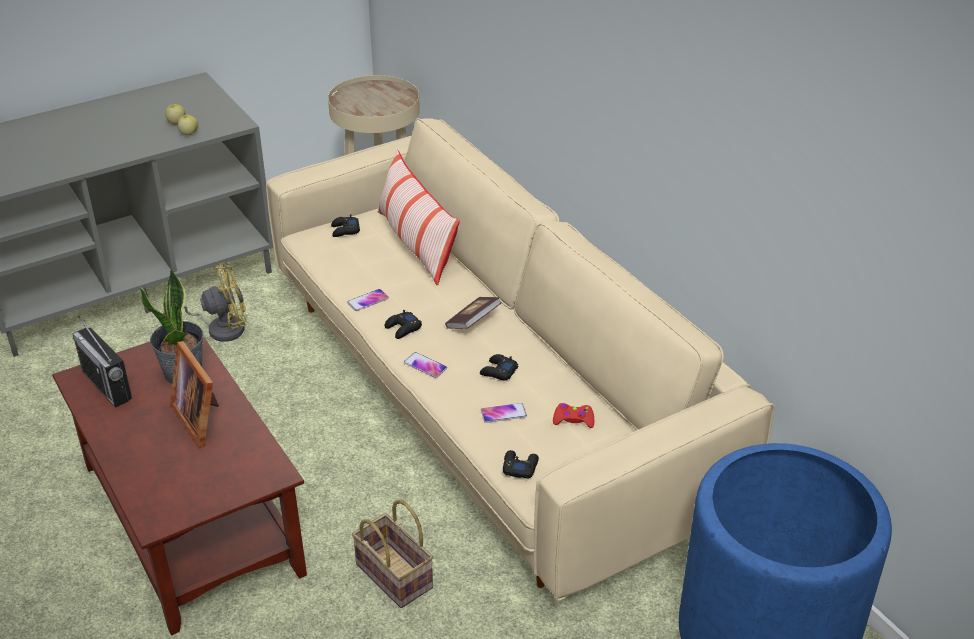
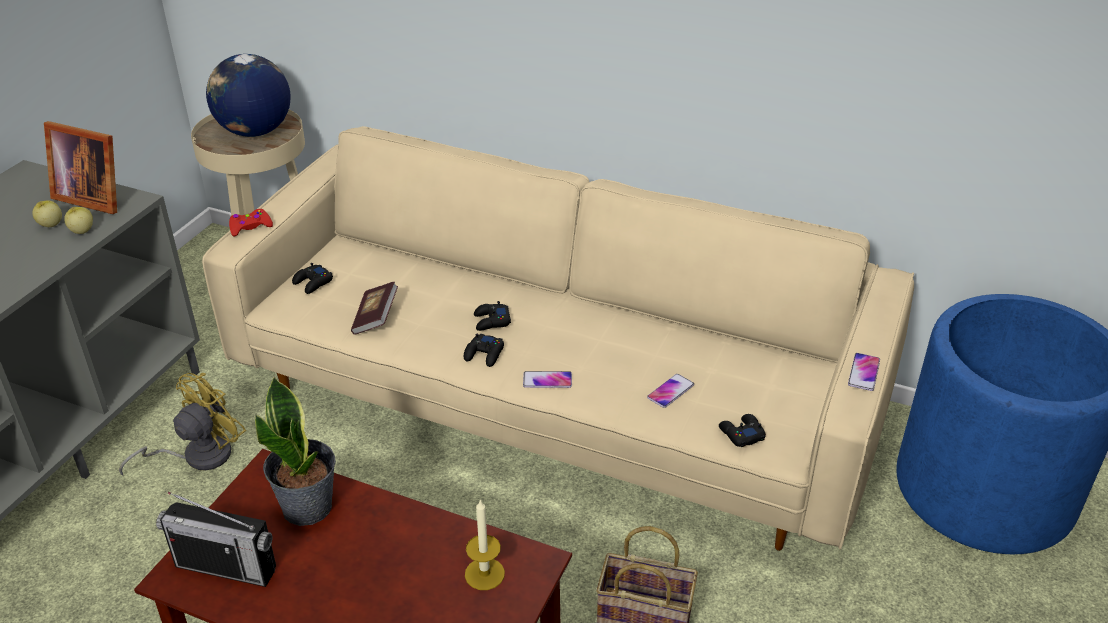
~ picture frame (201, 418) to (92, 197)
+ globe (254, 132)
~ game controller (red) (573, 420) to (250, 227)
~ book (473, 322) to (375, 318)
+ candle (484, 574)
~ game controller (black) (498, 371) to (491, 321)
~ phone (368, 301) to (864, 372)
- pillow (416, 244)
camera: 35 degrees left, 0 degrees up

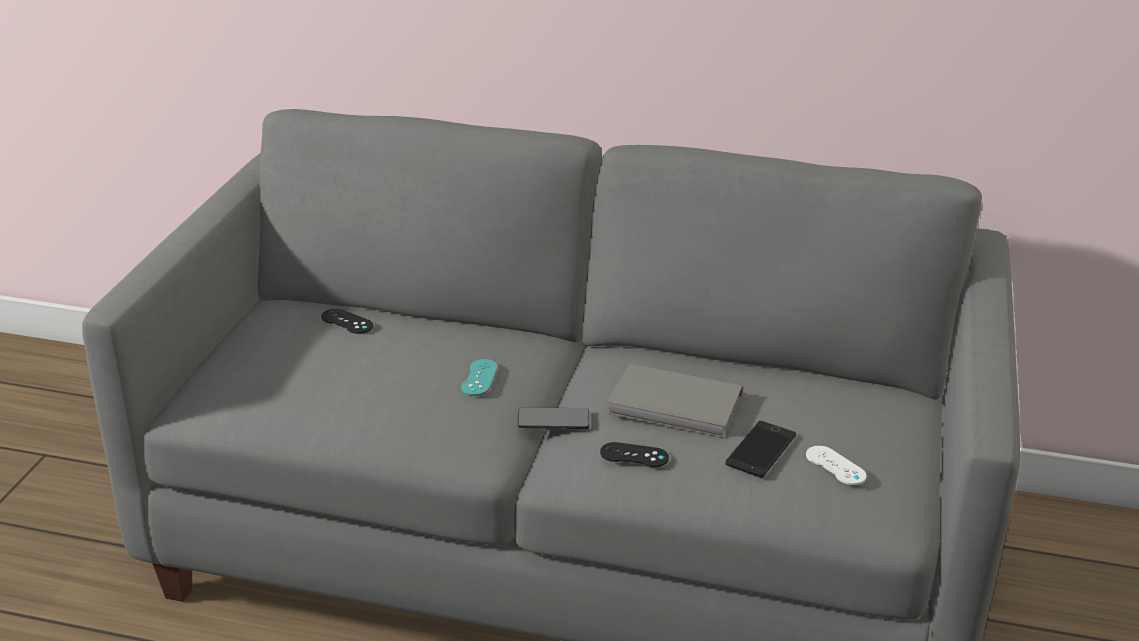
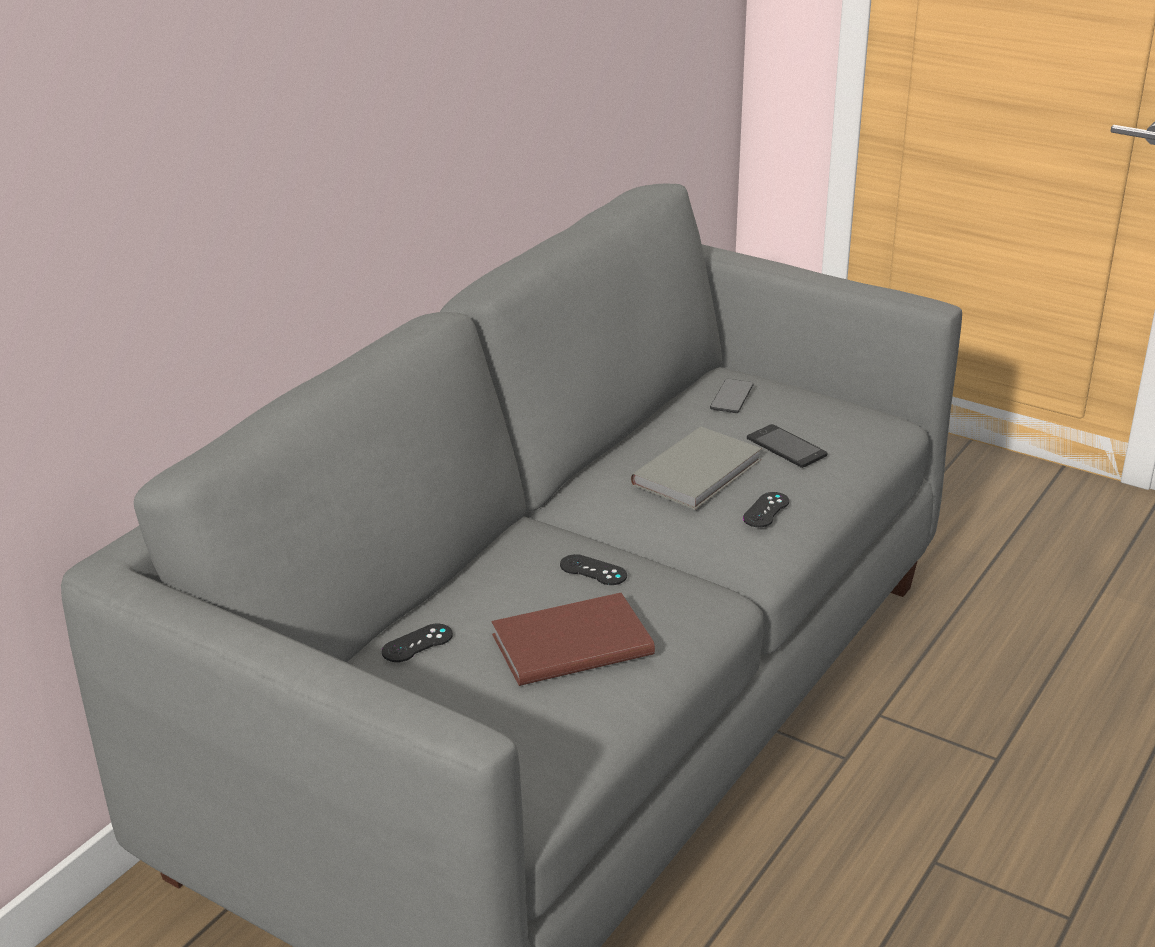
+ book (brown) (569, 643)
~ game controller (turquoise) (479, 378) to game controller (black) (593, 570)
~ phone (553, 420) to (732, 397)
- game controller (white) (835, 466)
camera: 70 degrees left, 0 degrees up

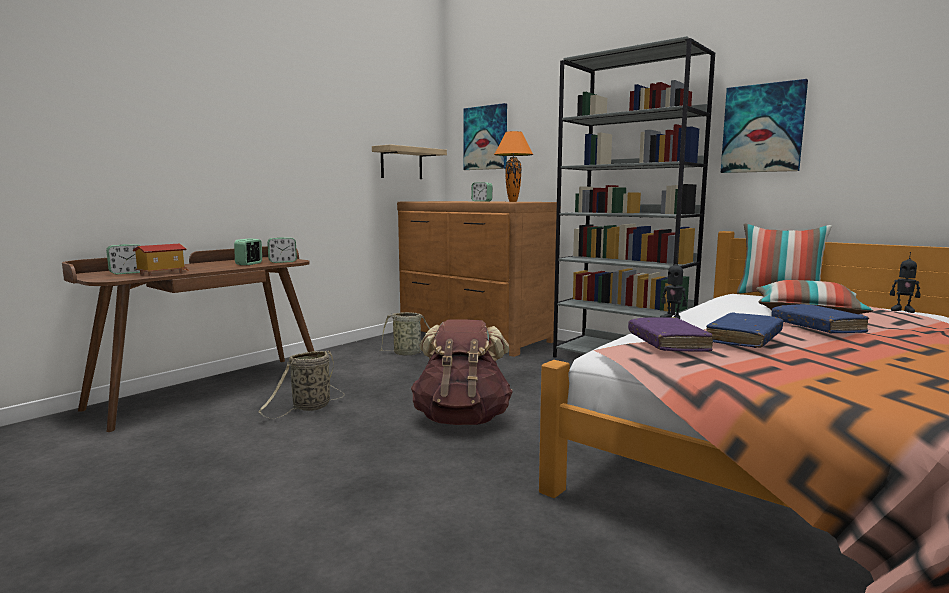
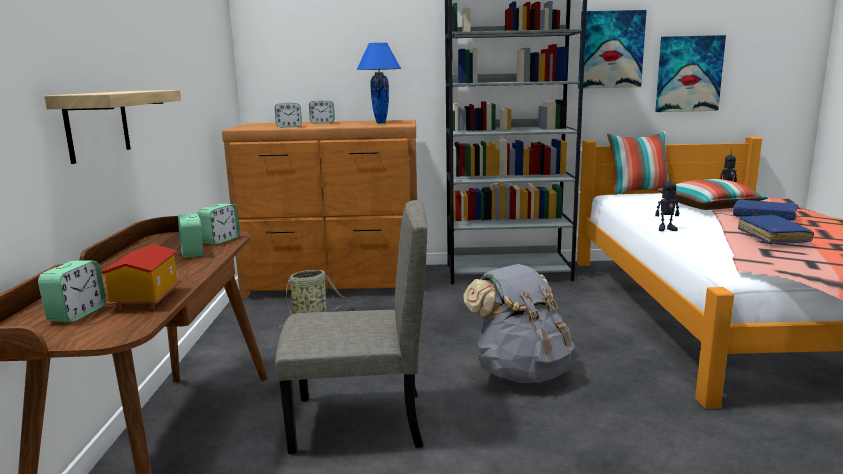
~ shelf (401, 163) to (97, 124)
+ alarm clock (289, 126)
~ basket (309, 408) to chair (beige) (358, 422)
~ table lamp (orange) (512, 201) to table lamp (blue) (380, 123)
~ backpack (brown) (462, 419) to backpack (grey) (521, 372)
~ picture (486, 138) to (688, 74)
- book (purple) (667, 343)
camera: 40 degrees left, 5 degrees up

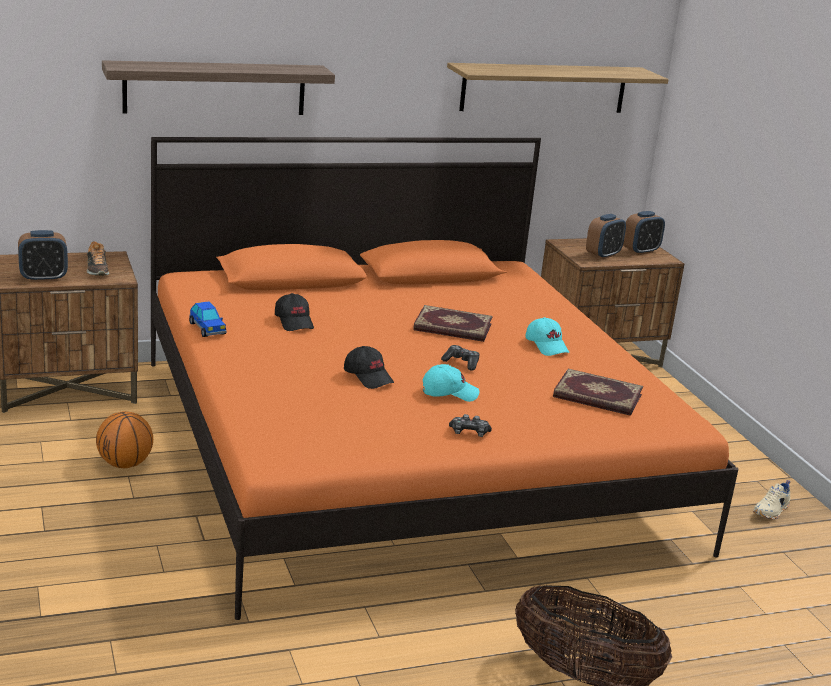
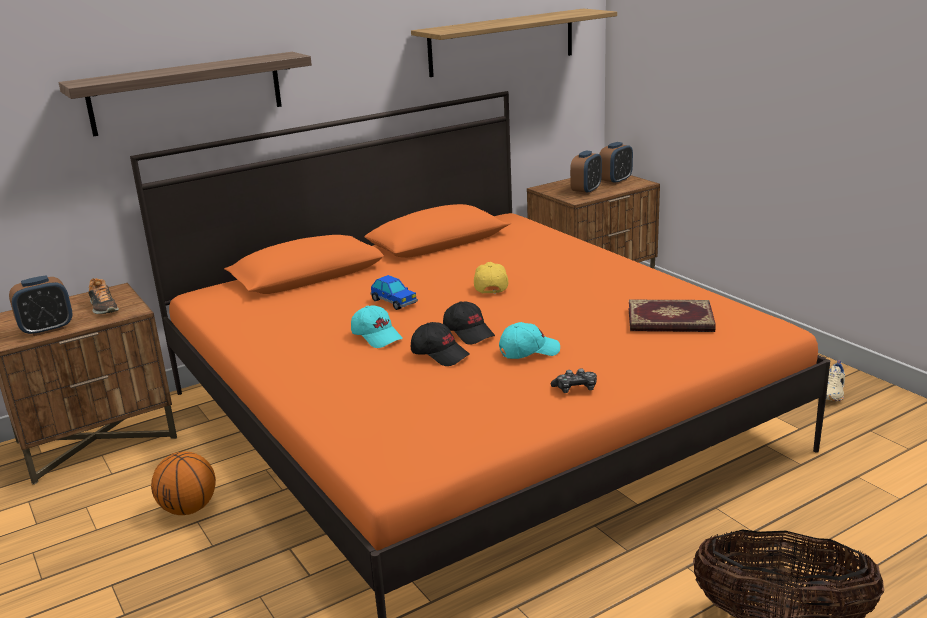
~ cap (turquoise) (547, 346) to (377, 336)
~ toy car (207, 329) to (394, 302)
~ cap (black) (294, 322) to (469, 332)
~ book (452, 328) to cap (yellow) (490, 286)
- game controller (461, 363)
camera: 10 degrees left, 0 degrees up

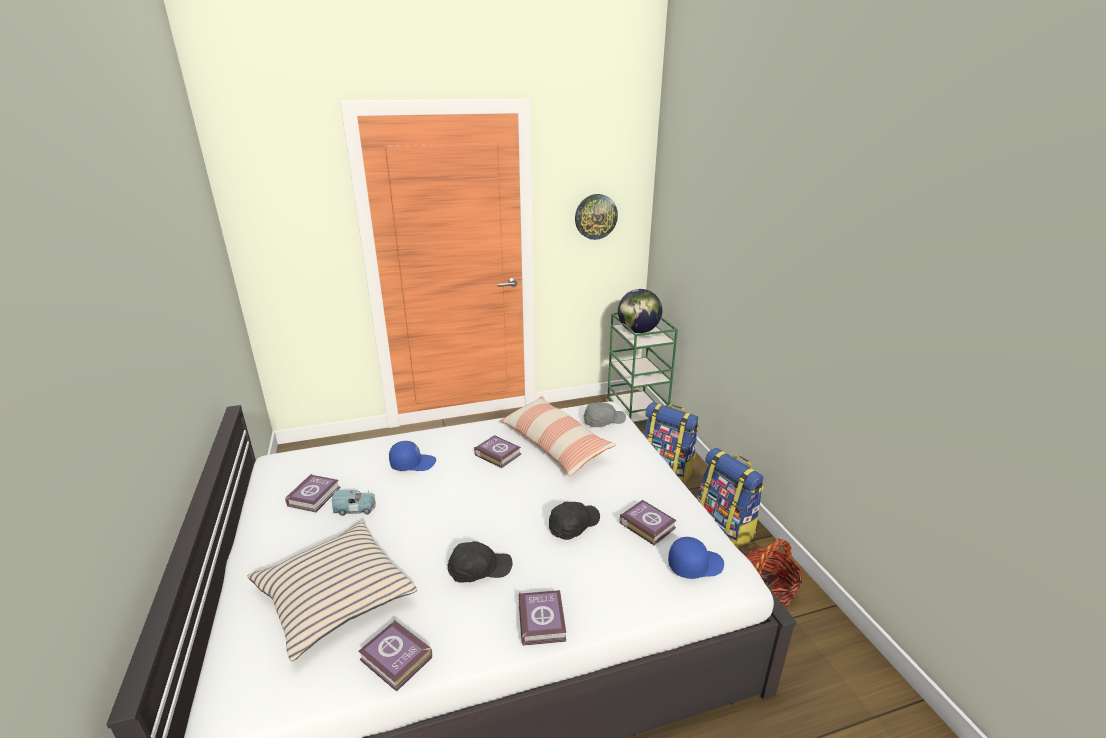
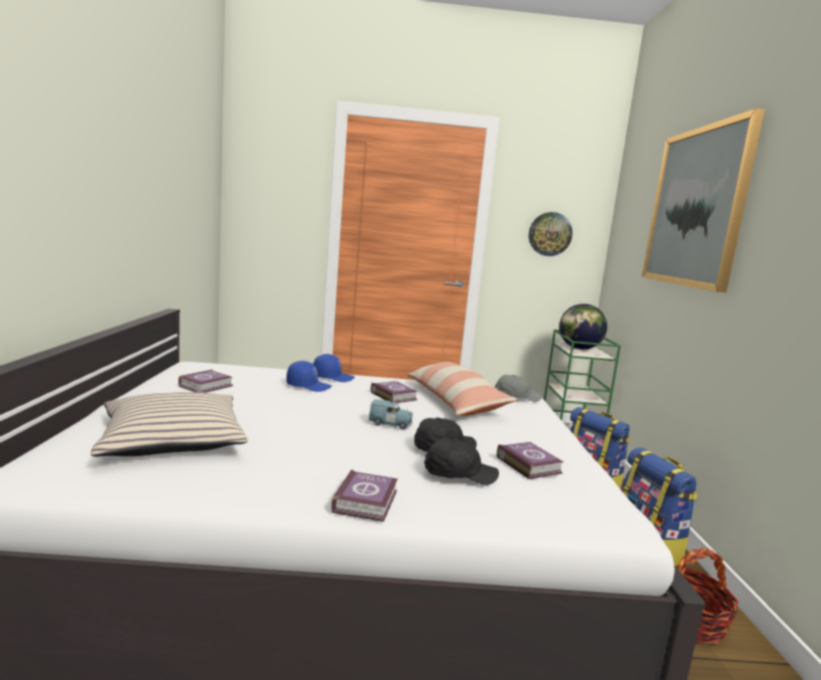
~ cap (blue) (695, 564) to (333, 377)
~ toy car (blue) (355, 509) to (390, 424)
~ cap (black) (479, 569) to (458, 474)
+ picture (696, 207)
- book (396, 660)
camera: 15 degrees right, 15 degrees down

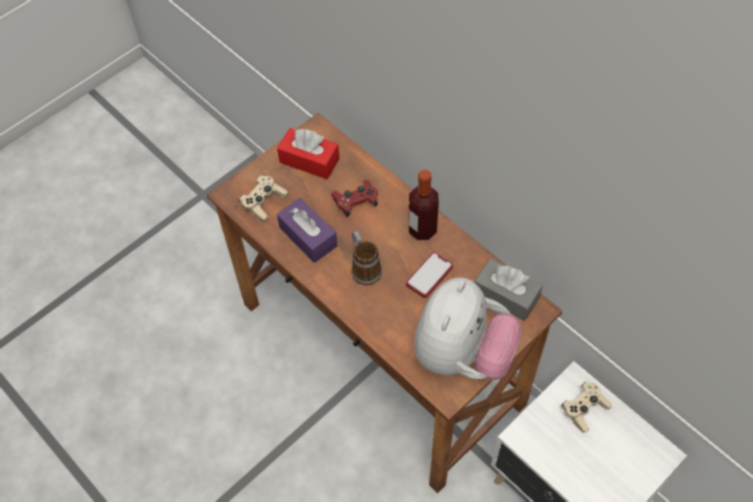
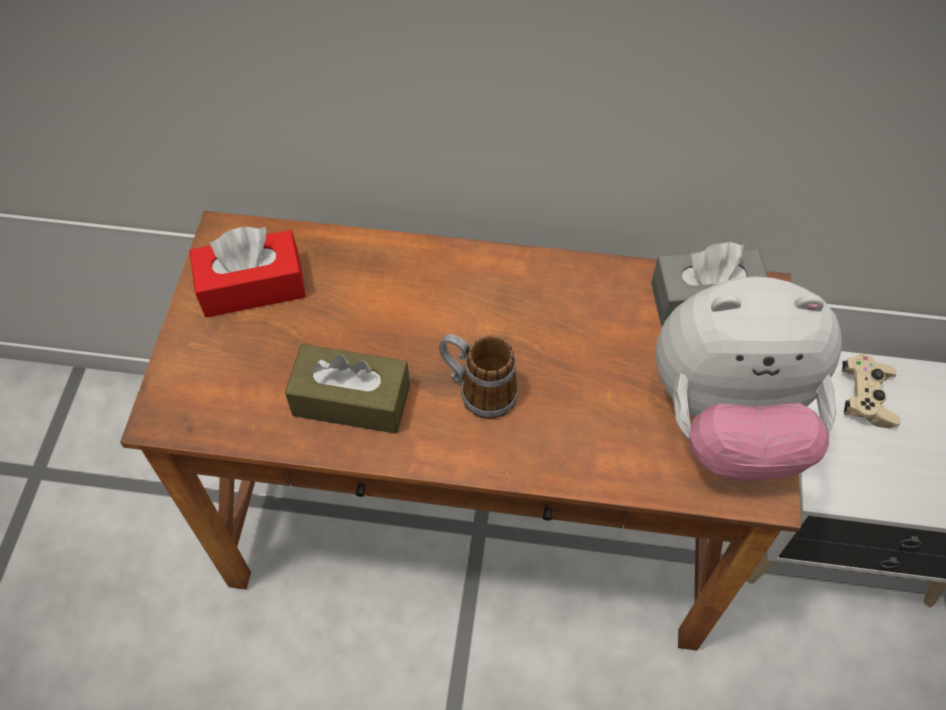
~ tissue box (purple) (308, 236) to tissue box (brown) (351, 400)
~ plush toy (462, 354) = (728, 420) 105 degrees clockwise
- game controller (beige) (264, 202)
- game controller (red) (356, 202)
- phone (429, 275)
- bottle (422, 229)
camera: 40 degrees left, 0 degrees up

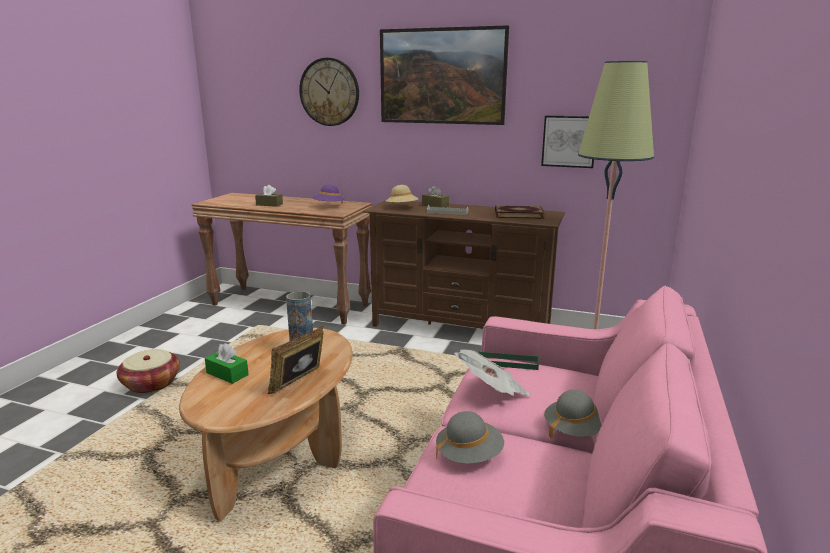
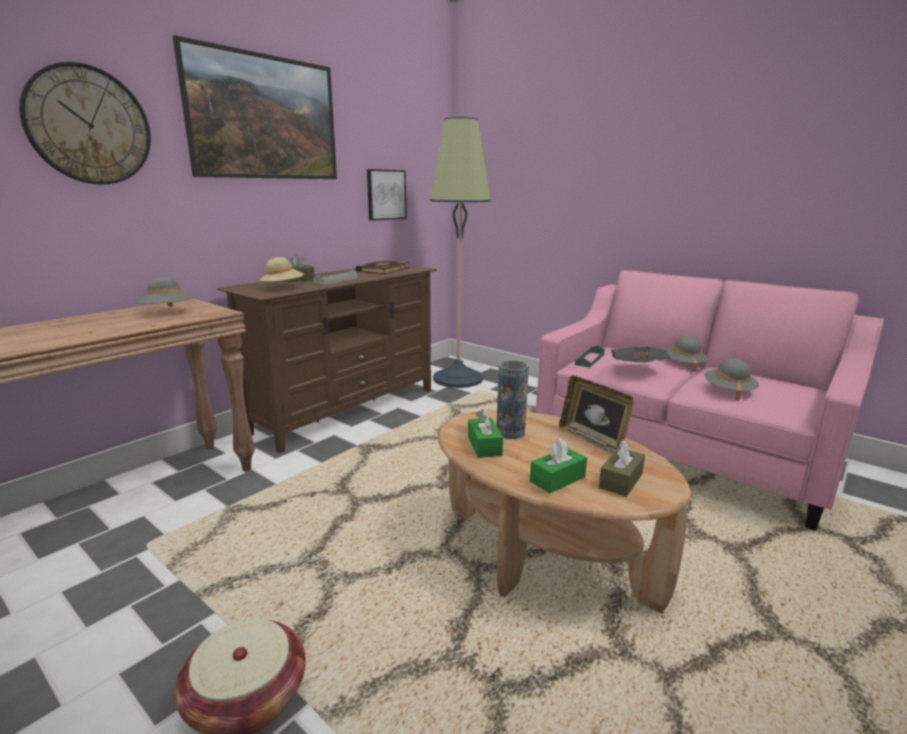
~ hat (purple) (329, 206) to hat (grey) (167, 312)
+ tissue box (green) (484, 446)
~ tissue box (brown) (269, 204) to (621, 481)
camera: 70 degrees left, 0 degrees up

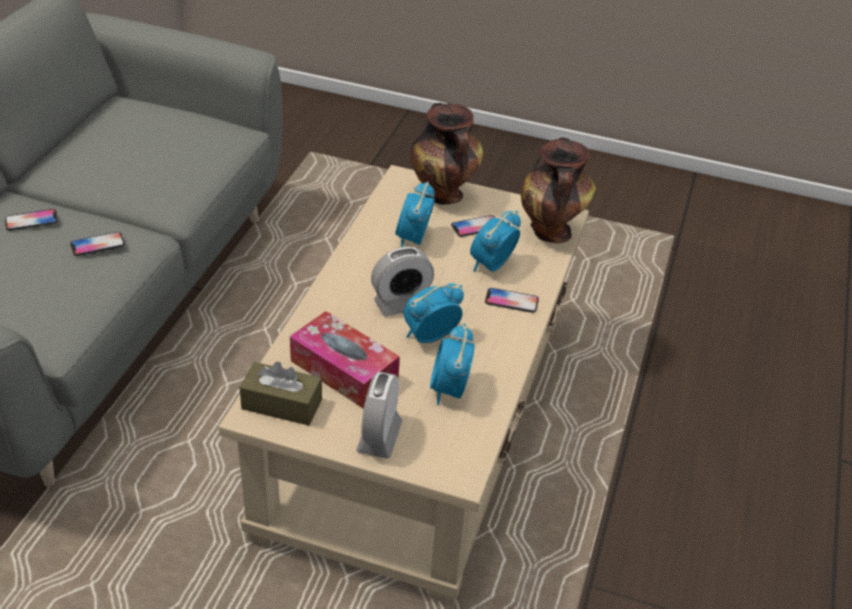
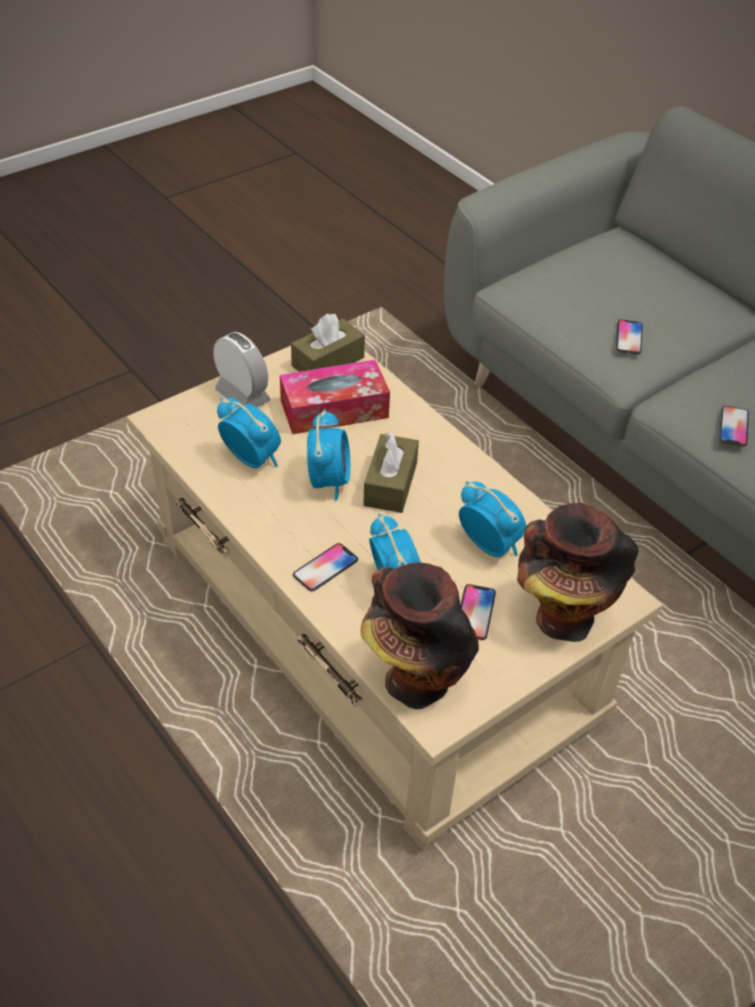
~ alarm clock (401, 304) to tissue box (brown) (390, 484)
~ phone (31, 221) to (733, 427)
camera: 125 degrees right, 5 degrees up

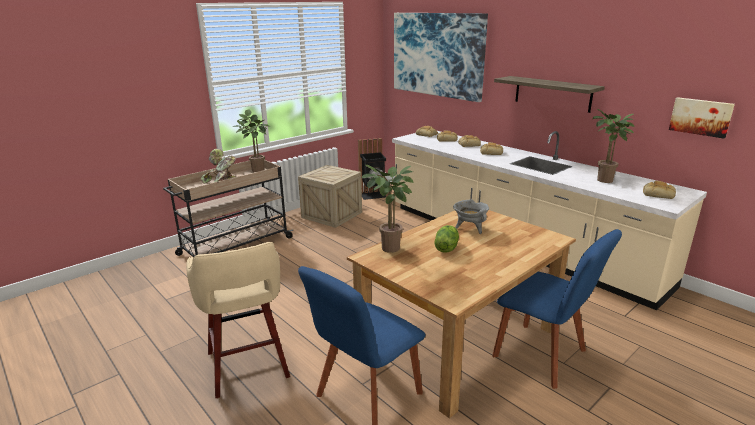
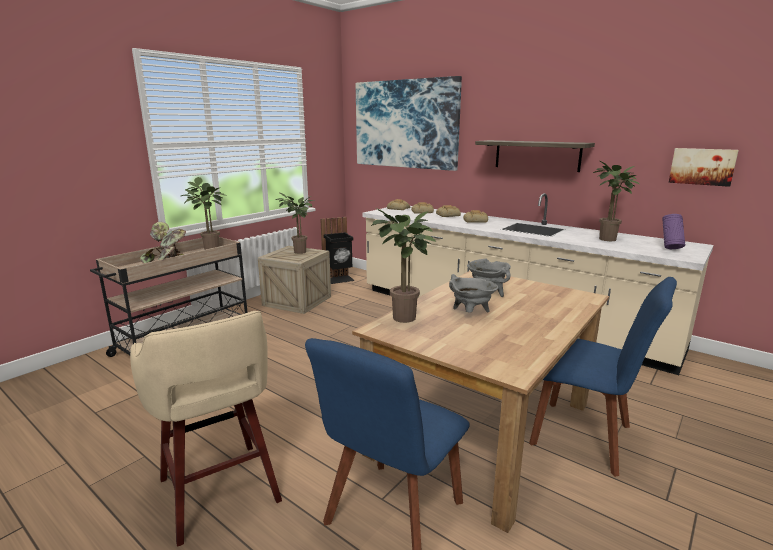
+ potted plant (299, 252)
~ lettuce (446, 248) to cooking pot (grey) (471, 314)
~ bread (658, 194) to vase (purple) (670, 248)
camera: 10 degrees left, 5 degrees down

